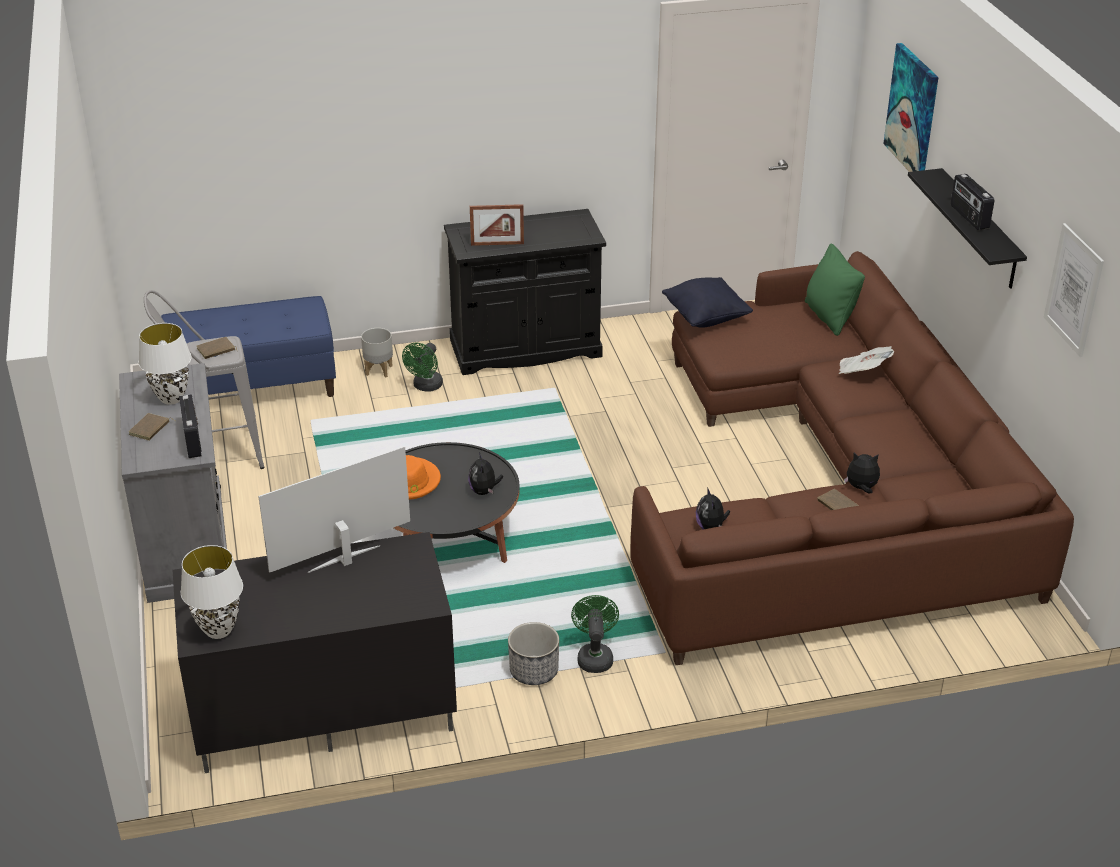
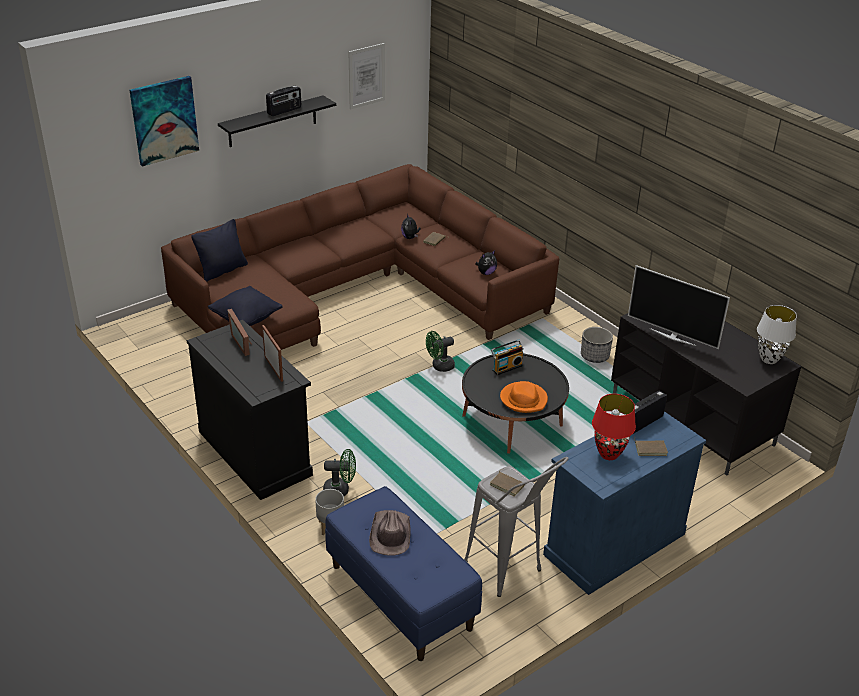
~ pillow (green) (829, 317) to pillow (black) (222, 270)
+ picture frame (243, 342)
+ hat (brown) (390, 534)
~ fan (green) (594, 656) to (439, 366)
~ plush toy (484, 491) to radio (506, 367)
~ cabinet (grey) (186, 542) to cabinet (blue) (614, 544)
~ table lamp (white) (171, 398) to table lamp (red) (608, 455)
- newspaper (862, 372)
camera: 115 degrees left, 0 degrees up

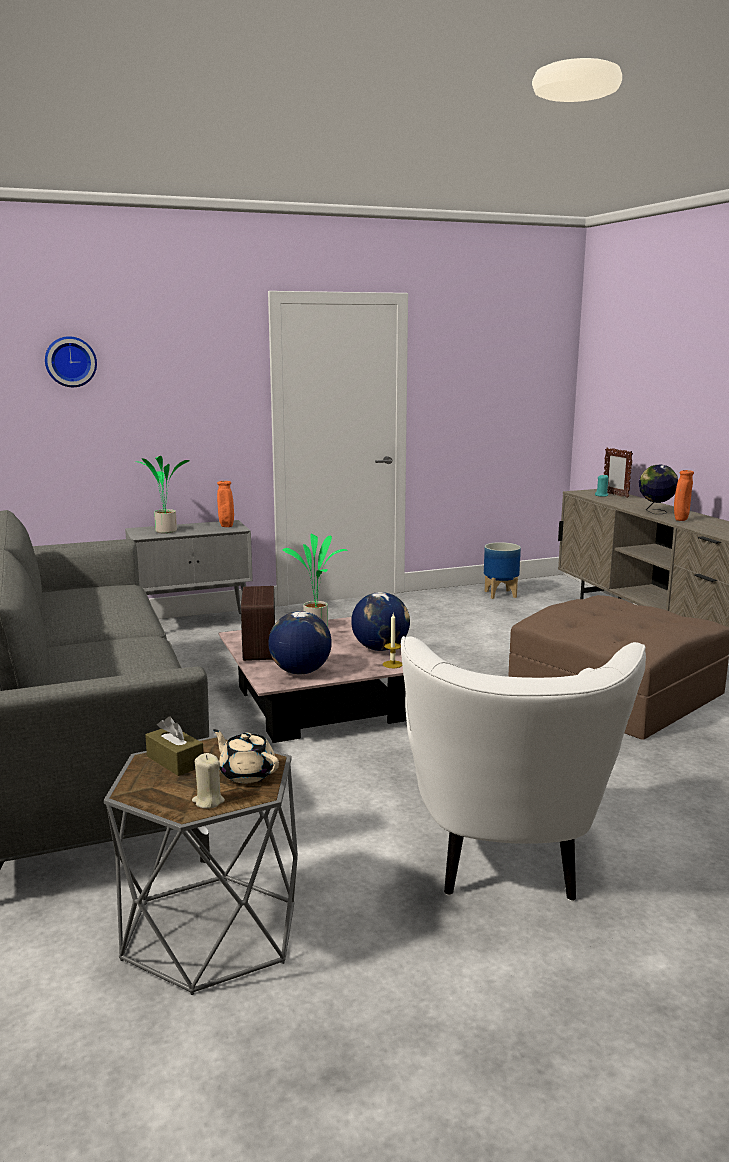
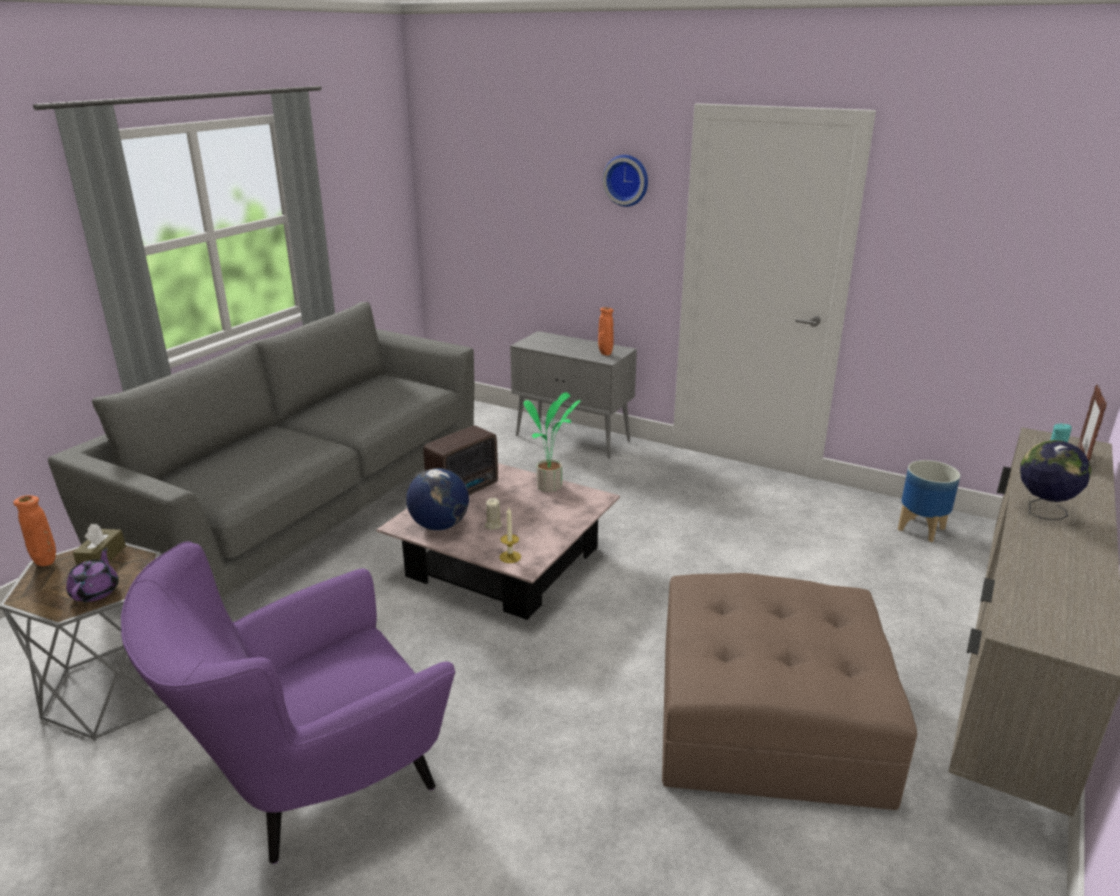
~ vase (orange) (680, 520) to (46, 563)
~ teapot (beige) (247, 773) to teapot (purple) (96, 591)
~ armchair (white) (504, 859) to armchair (purple) (315, 788)
~ candle (beige) (208, 801) to (493, 525)
~ wall clock (70, 361) to (627, 180)
- potted plant (164, 531)
- globe (380, 648)
camera: 50 degrees right, 10 degrees up

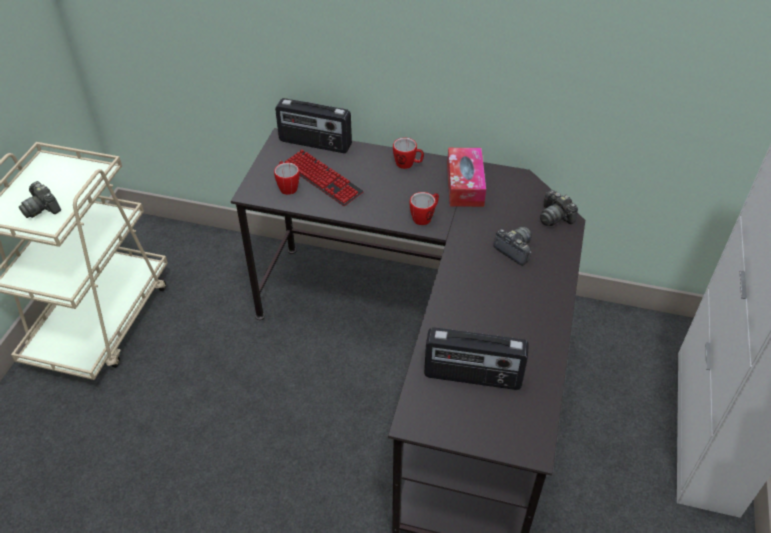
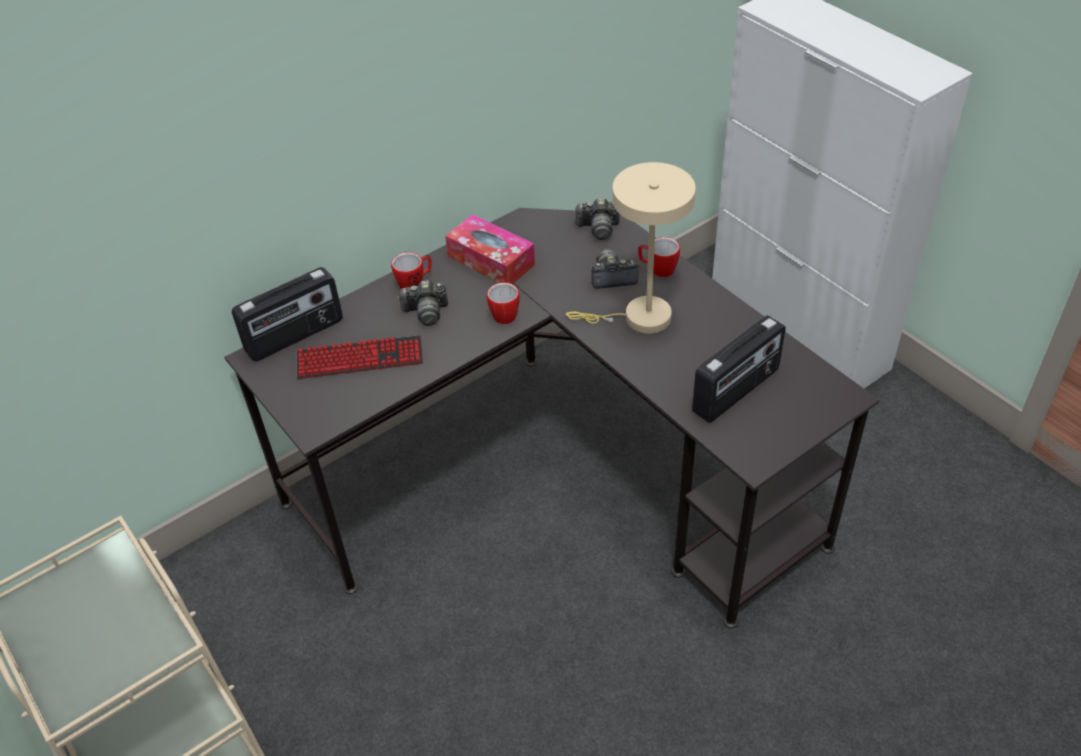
~ photo camera (42, 208) to (426, 312)
+ table lamp (beige) (639, 318)
~ mug (287, 186) to (657, 269)
camera: 50 degrees left, 0 degrees up

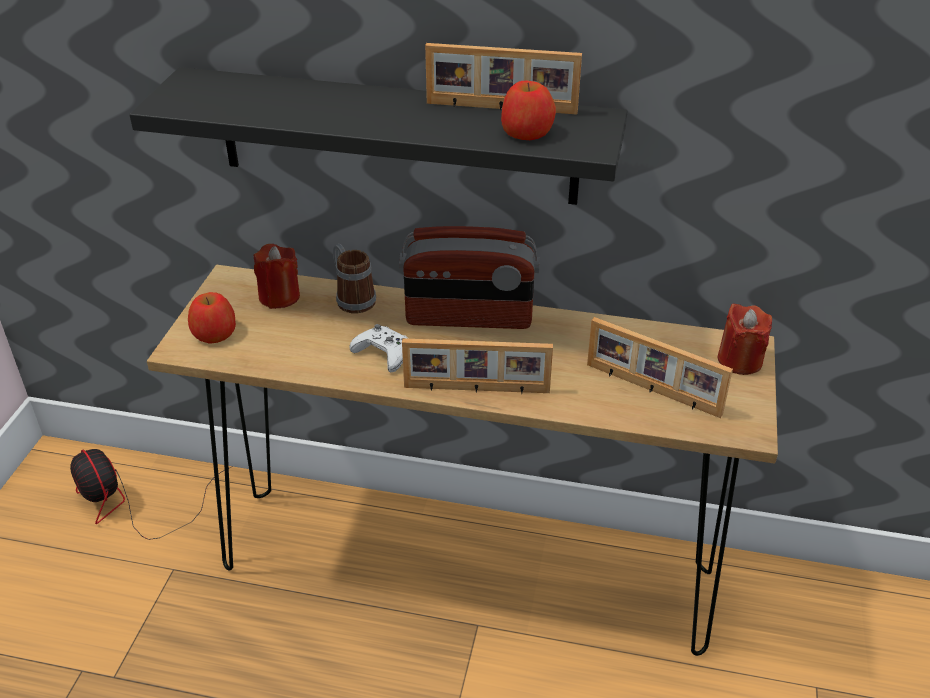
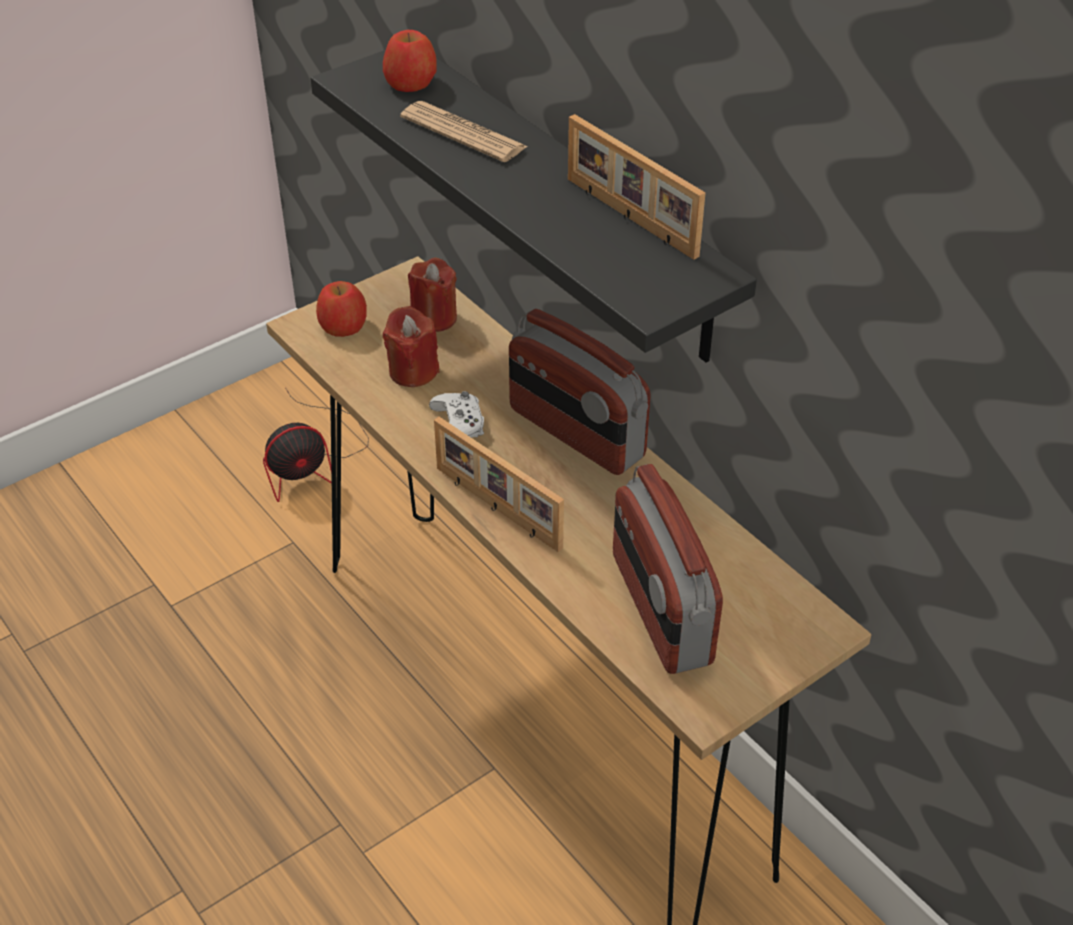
~ fan (131, 504) = (312, 461) 120 degrees counterclockwise
~ apple (526, 132) to (411, 83)
~ candle (red) (739, 360) to (413, 371)
+ newspaper (463, 133)
~ picture frame (652, 390) to radio (659, 609)
- mug (352, 298)
camera: 40 degrees right, 5 degrees up

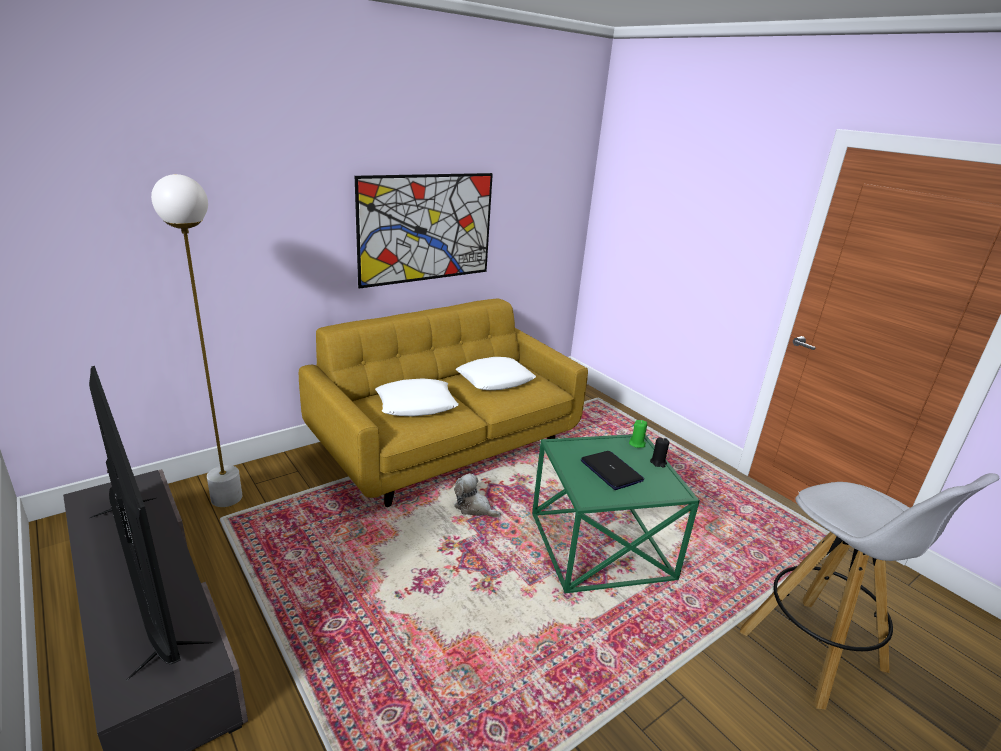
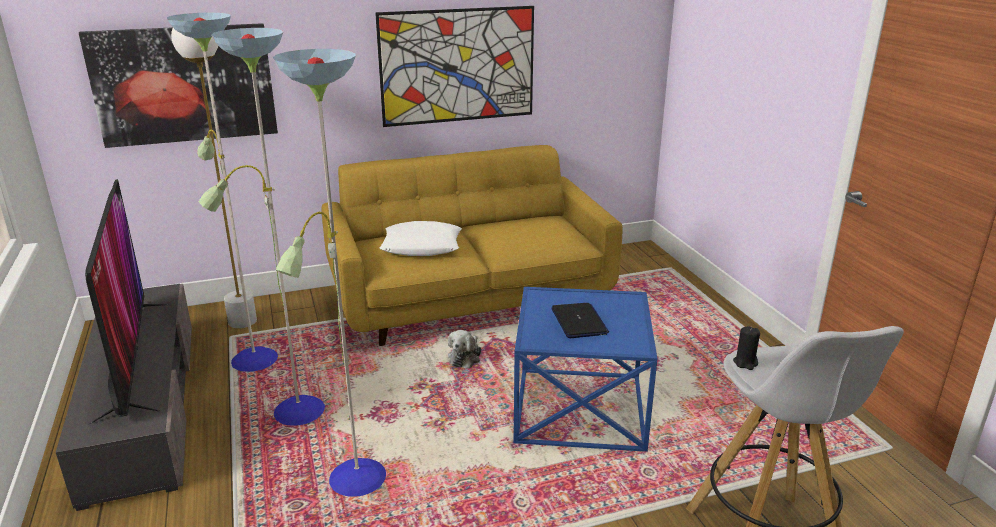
+ picture (184, 84)
+ floor lamp (295, 412)
~ plush toy (474, 508) = (465, 357) 120 degrees counterclockwise
~ side table (green) (601, 546) to side table (blue) (580, 409)
~ candle (black) (658, 462) to (745, 363)
- pillow (white) (495, 380)
- candle (green) (637, 444)
camera: 20 degrees right, 0 degrees up

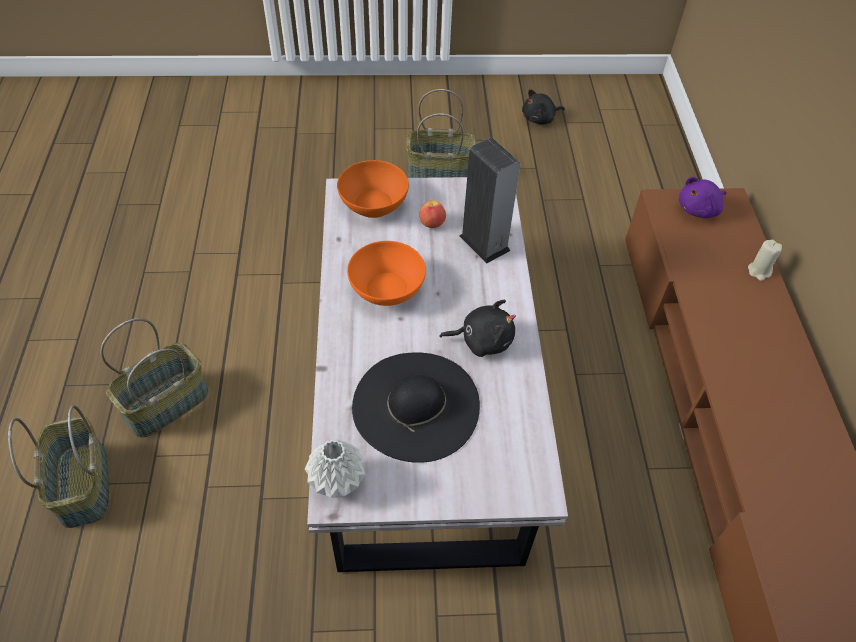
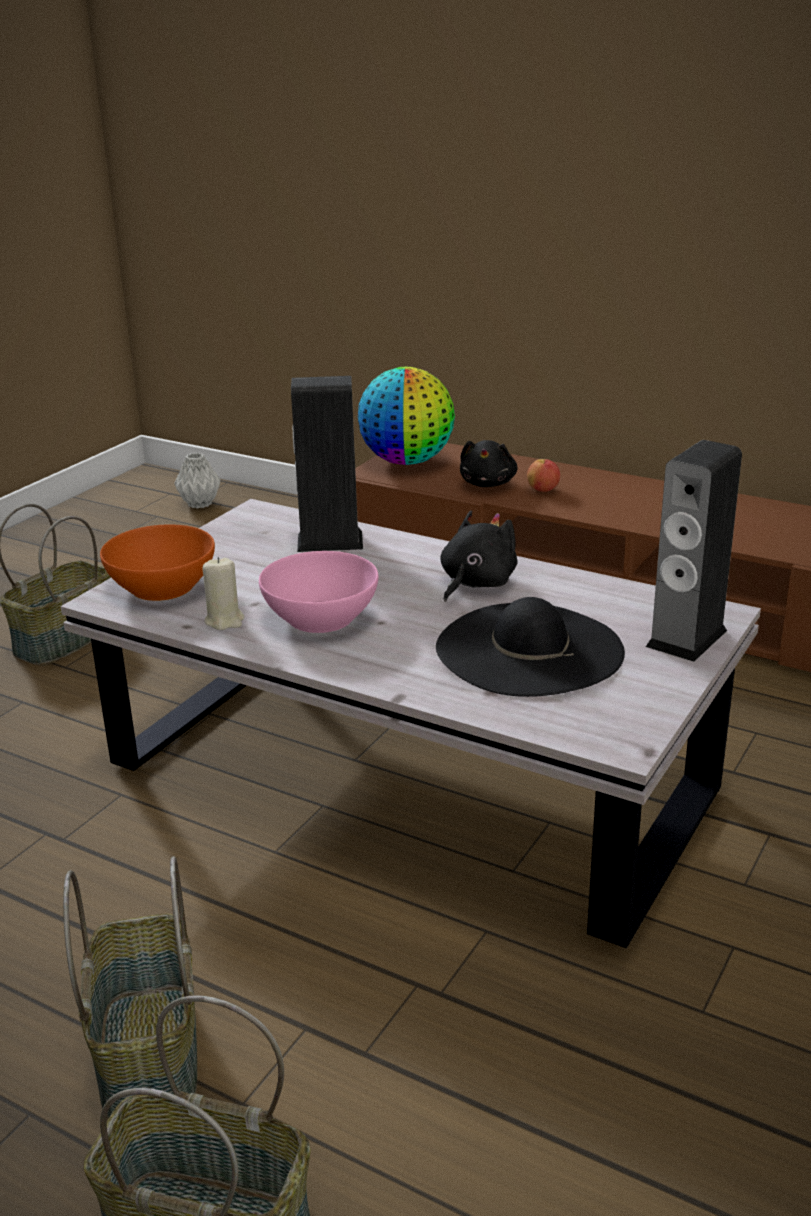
~ vase (grey) (338, 481) to (199, 504)
~ candle (beige) (759, 271) to (225, 620)
~ bowl (orange) (386, 289) to bowl (pink) (320, 617)
~ plush toy (purple) (699, 209) to globe (407, 461)
~ plush toy (black) (540, 119) to (488, 483)
~ apple (432, 223) to (543, 490)
+ speaker (686, 638)
camera: 55 degrees left, 25 degrees down

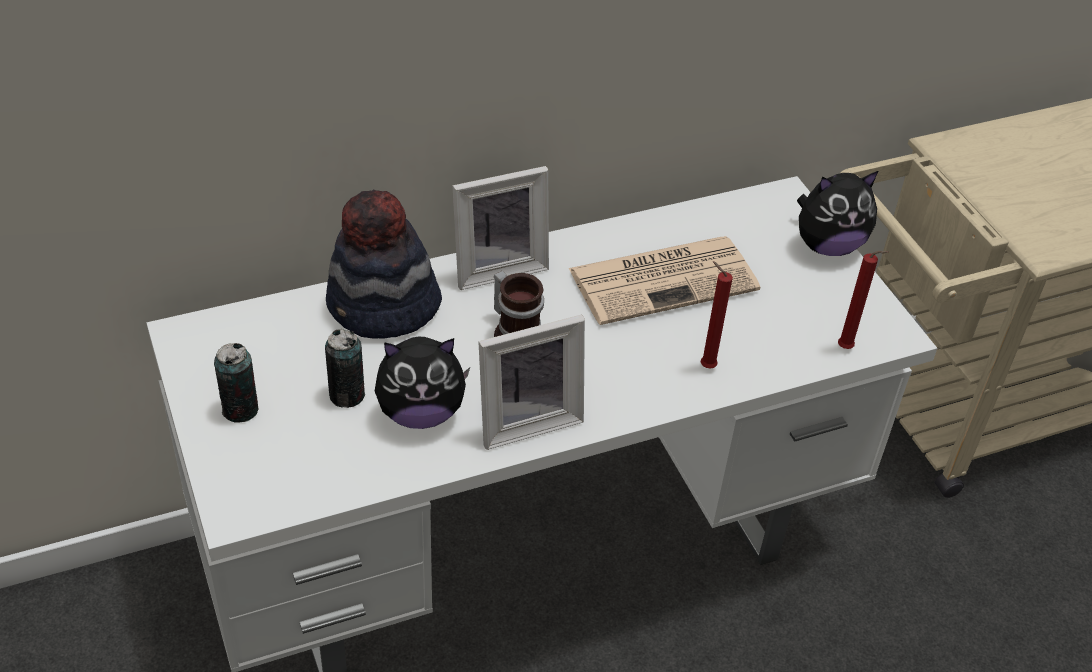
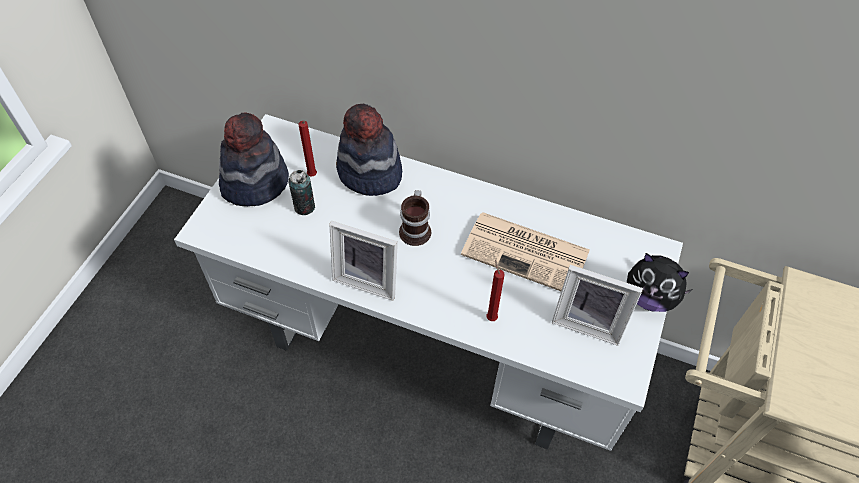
~ can (240, 410) to hat (255, 182)
~ candle (red) (847, 349) to (312, 176)
~ picture frame (497, 267) to (588, 321)
- plush toy (420, 412)
camera: 45 degrees right, 10 degrees up

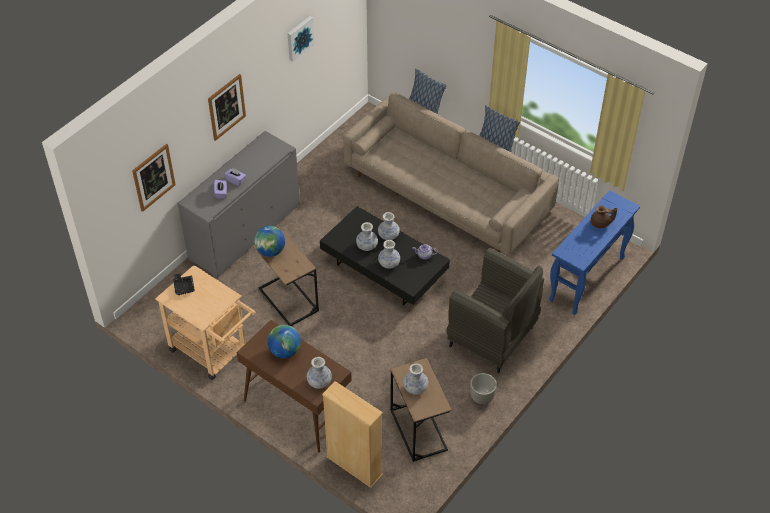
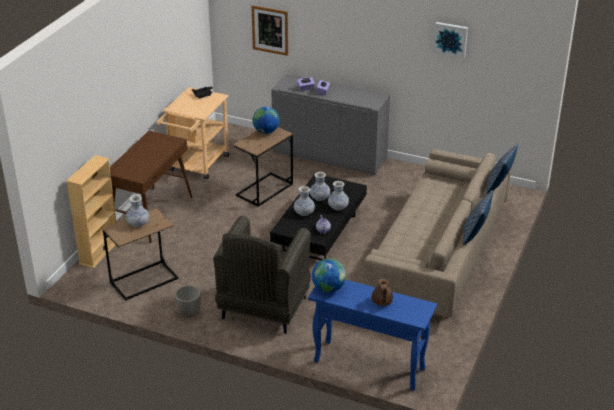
~ globe (285, 351) to (328, 288)
- picture (226, 107)
- vase (319, 382)
camera: 75 degrees right, 15 degrees down

